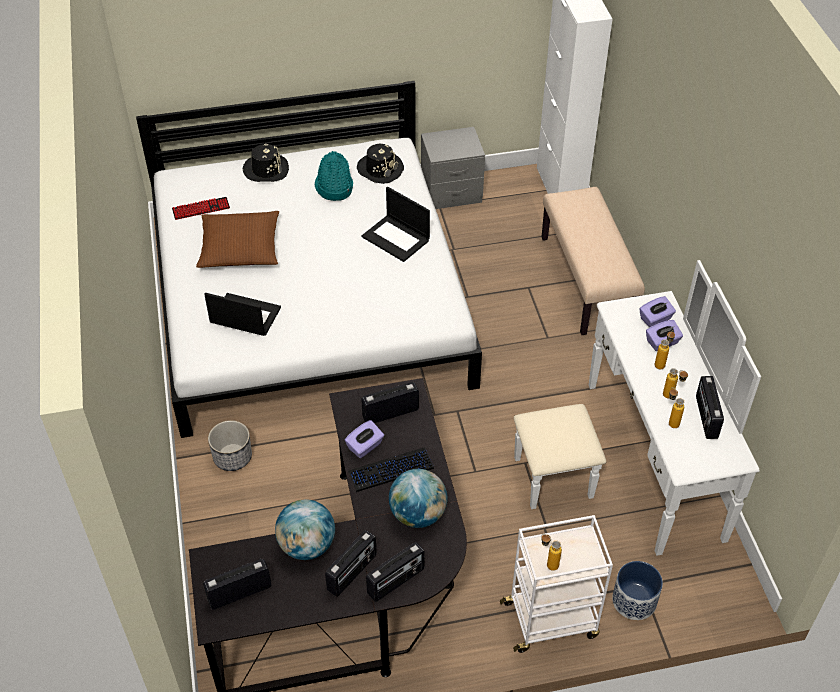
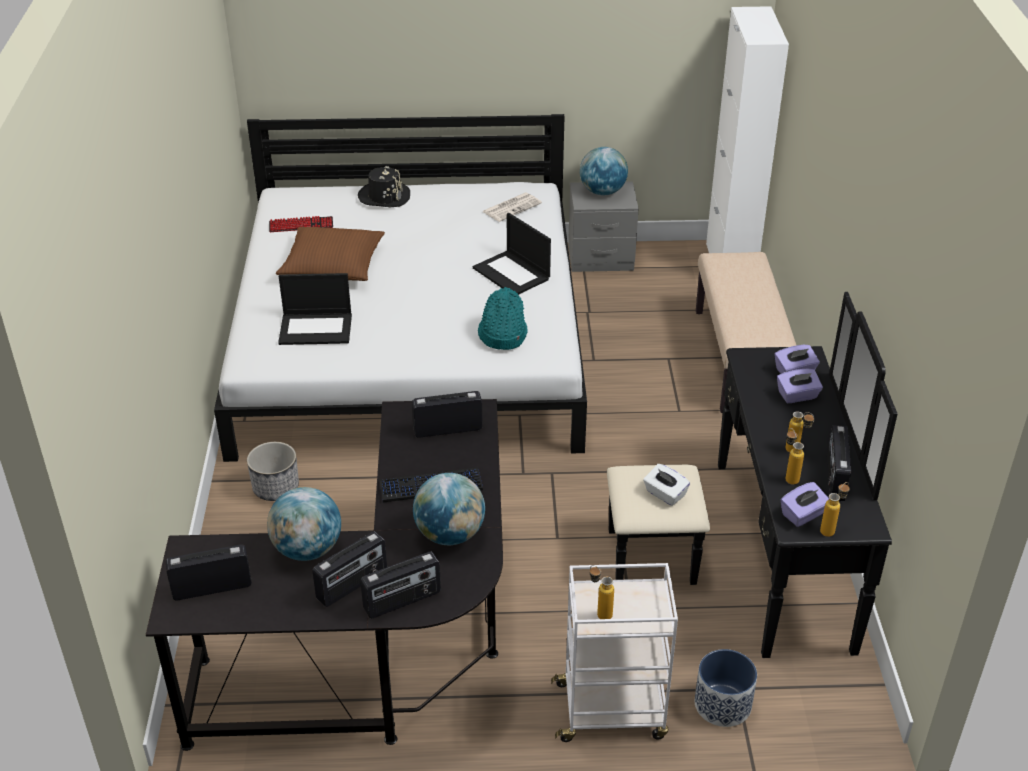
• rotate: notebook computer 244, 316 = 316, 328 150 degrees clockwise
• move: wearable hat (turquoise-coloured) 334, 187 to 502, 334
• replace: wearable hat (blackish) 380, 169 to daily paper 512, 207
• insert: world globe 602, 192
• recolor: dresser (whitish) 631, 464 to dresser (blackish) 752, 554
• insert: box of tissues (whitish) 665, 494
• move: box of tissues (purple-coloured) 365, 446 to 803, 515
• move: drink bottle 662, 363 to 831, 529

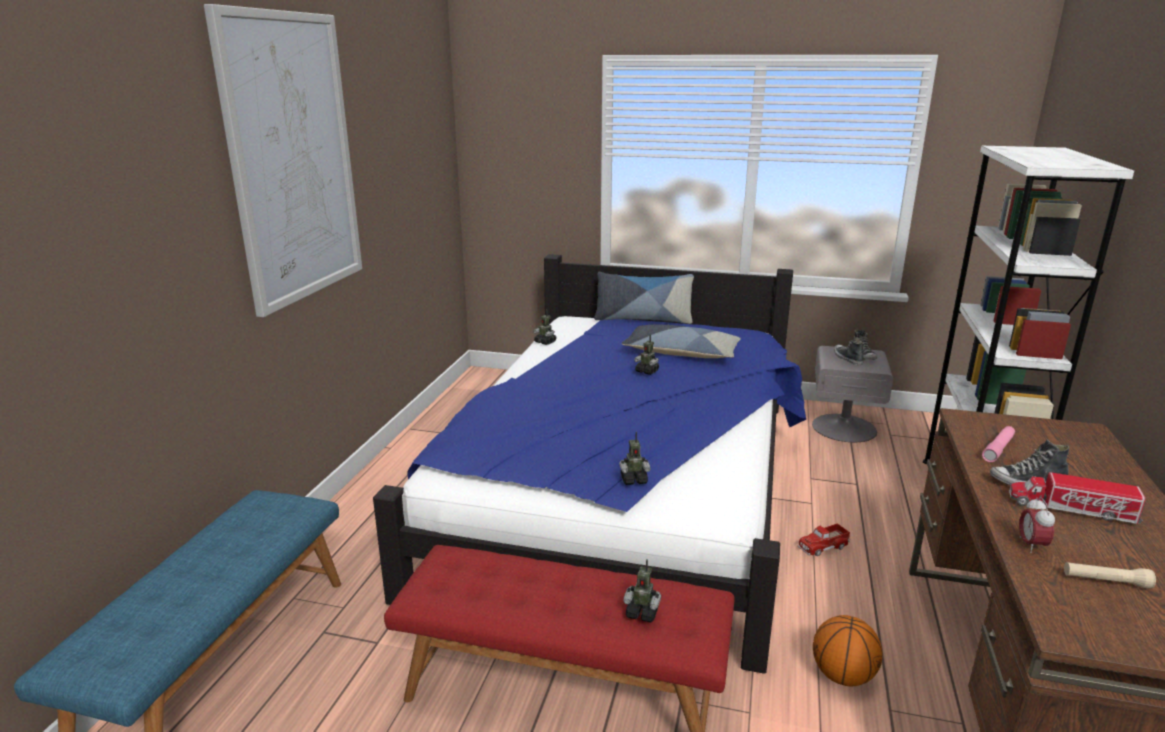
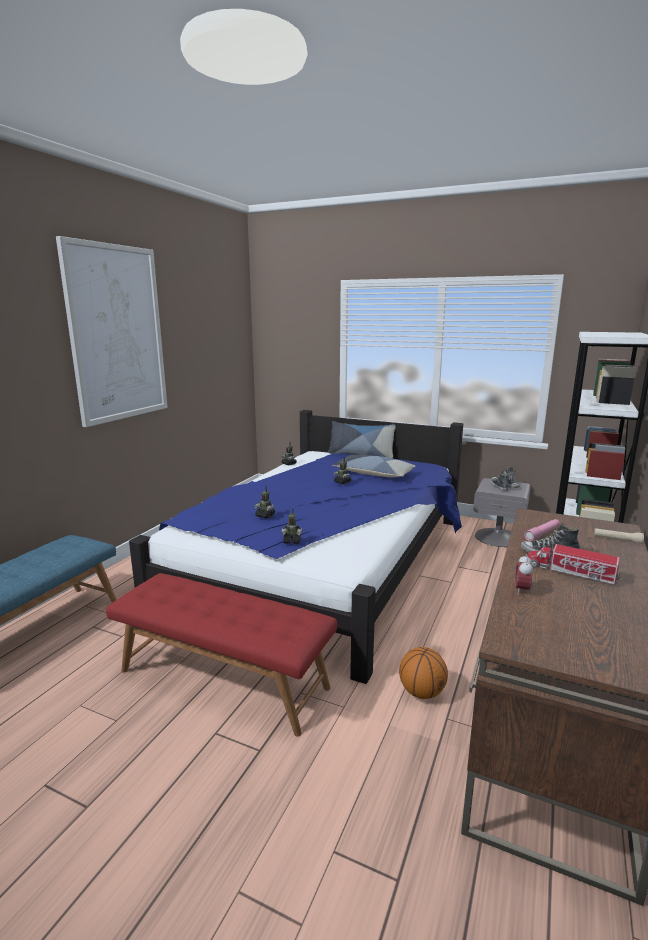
• move: toy robot 642, 612 to 265, 515
• move: flashlight (sand-coloured) 1106, 581 to 617, 539
• delete: toy lorry 823, 546

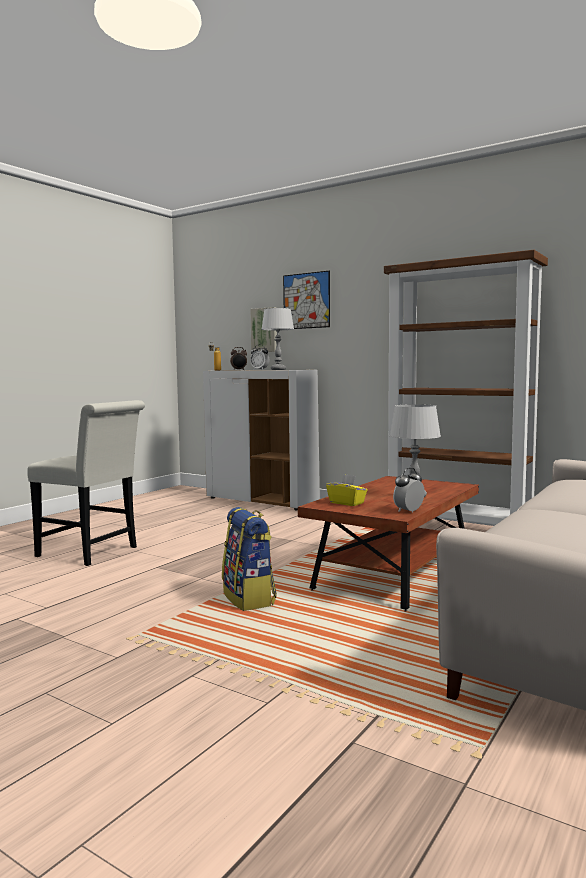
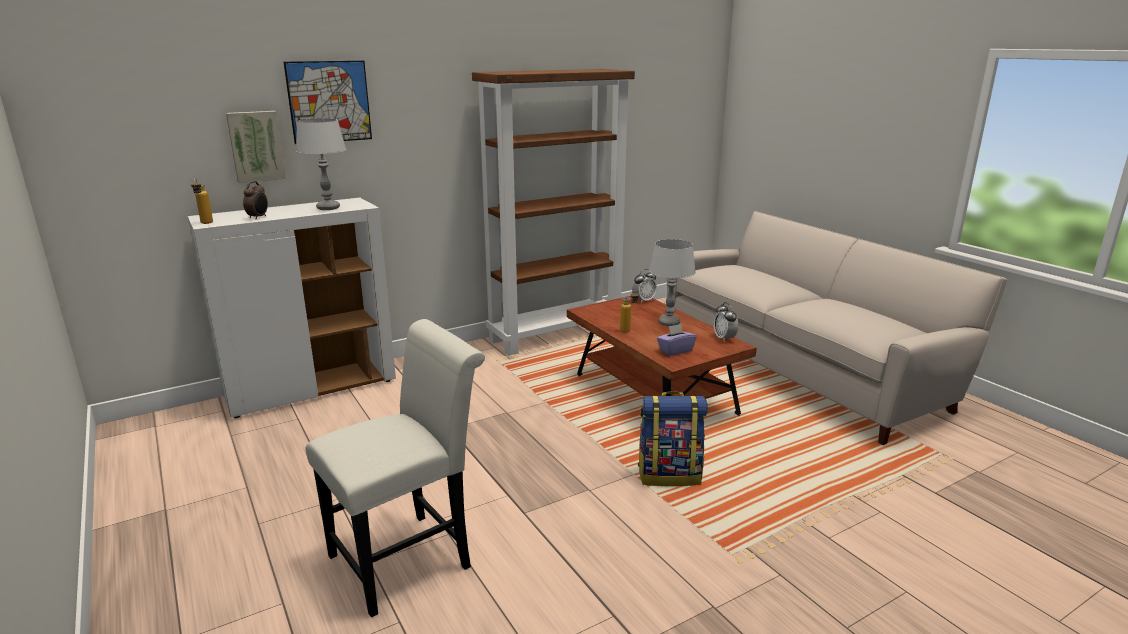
• insert: drink bottle 629, 330
• move: bedside clock 260, 370 to 643, 300
• recolor: box of tissues (yellowish) 347, 503 to box of tissues (purple-coloured) 675, 350

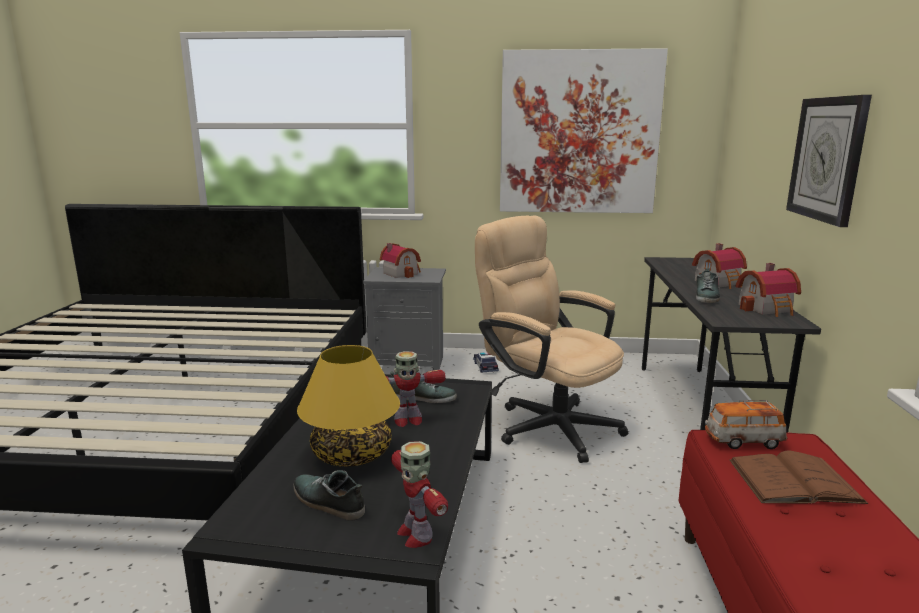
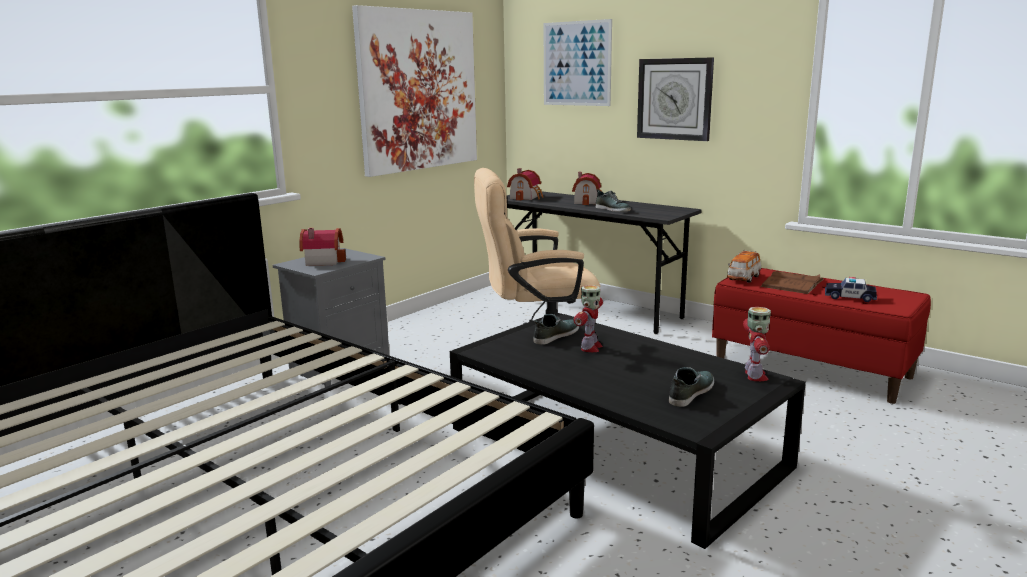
• move: miniature house 768, 309 to 526, 197
• insert: wall art 576, 63
• rotate: low shoe 327, 502 = 690, 392 150 degrees clockwise
• rotate: toy robot 415, 534 = 755, 376 90 degrees counterclockwise
• move: toy car 485, 366 to 849, 297
• delete: table lamp (yellowish) 352, 454

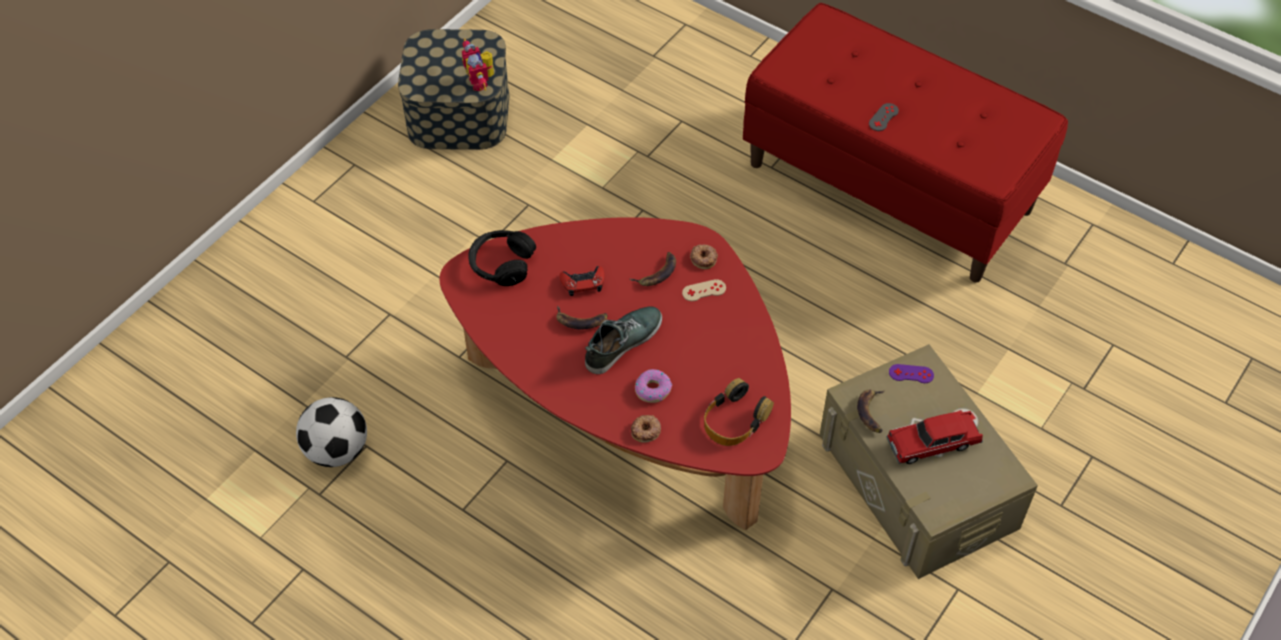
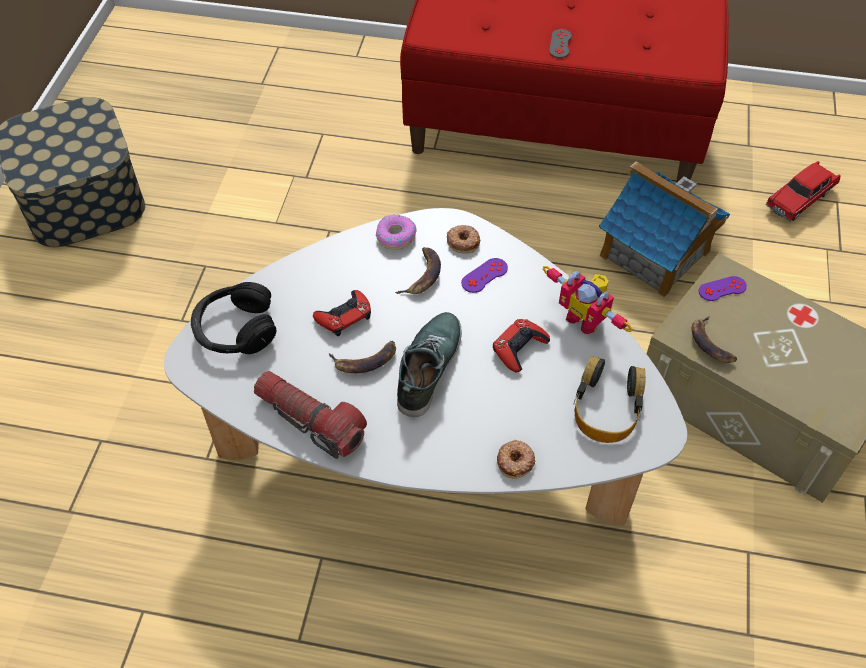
• recolor: low table (red) 630, 408 to low table (whitish) 427, 440
• insert: flashlight 310, 420
• move: ring doughnut 652, 389 to 395, 236
• recolor: gamepad (sand-coloured) 704, 290 to gamepad (purple-coloured) 484, 275
• insert: gamepad (red) 519, 348
• move: toy robot 481, 82 to 585, 318
• insert: miniature house 655, 254
• move: toy car (red) 933, 444 to 800, 199
• delete: ball for football 337, 450

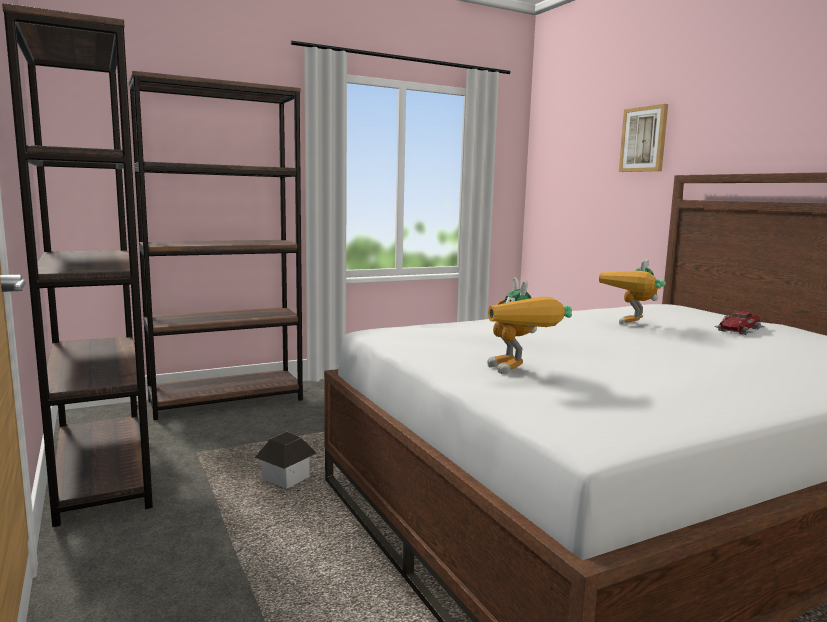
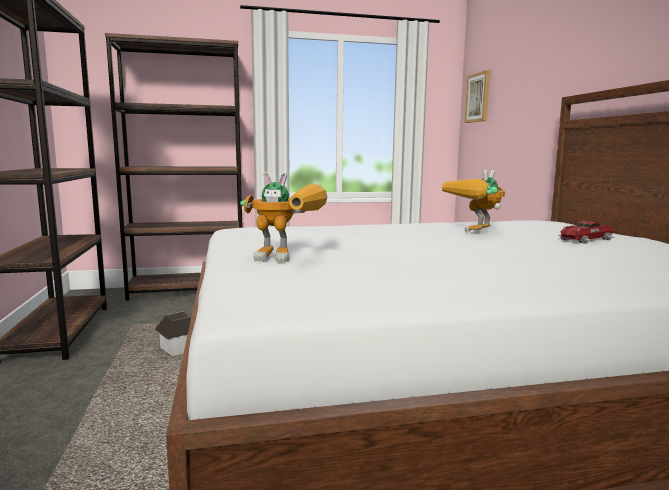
• rotate: toy robot 519, 372 = 289, 258 75 degrees counterclockwise
• move: wall art 644, 139 to 478, 97

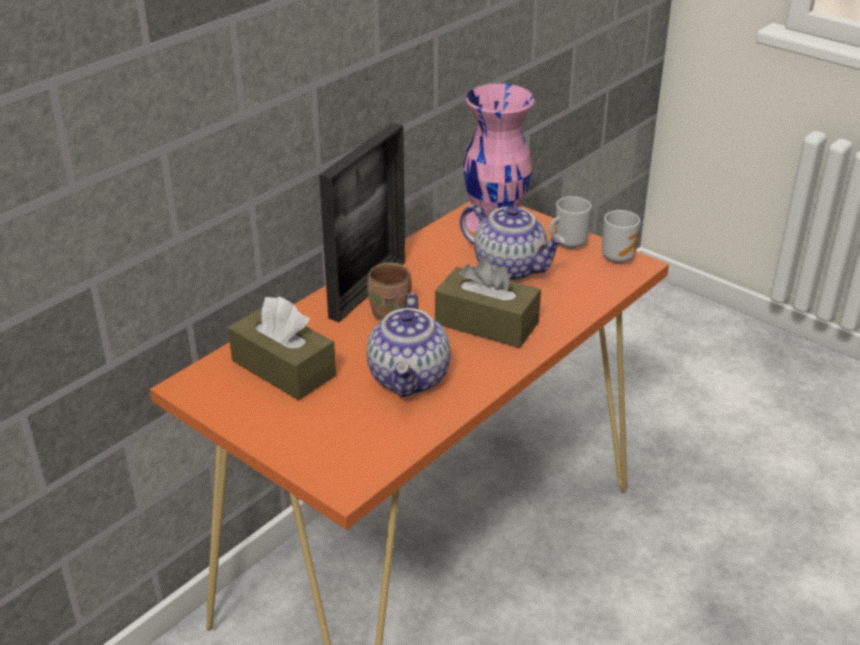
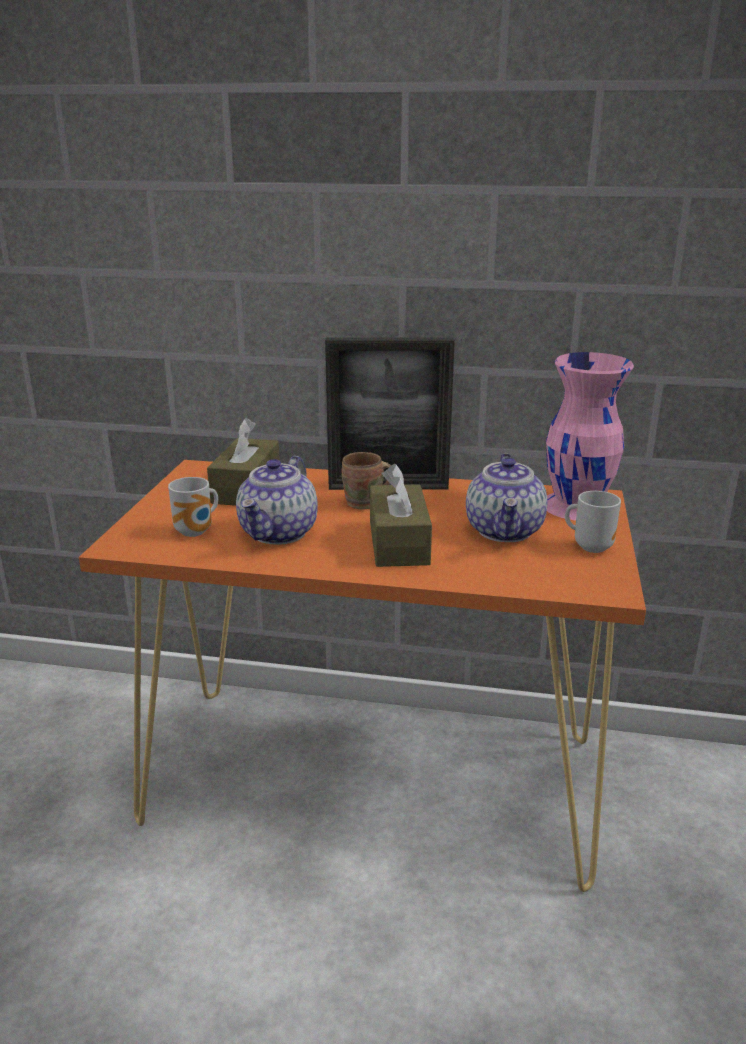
• move: tea mug 618, 257 to 197, 532
• rotate: pot for tea 410, 378 = 279, 533 45 degrees counterclockwise

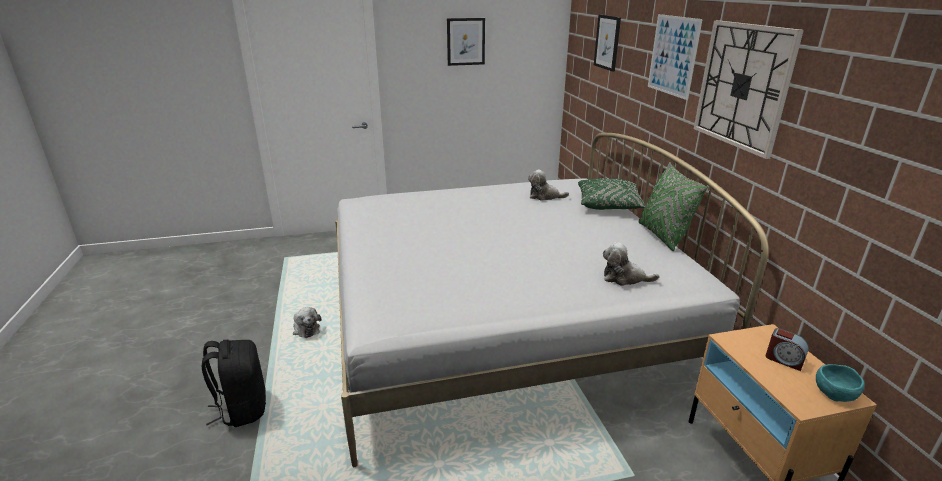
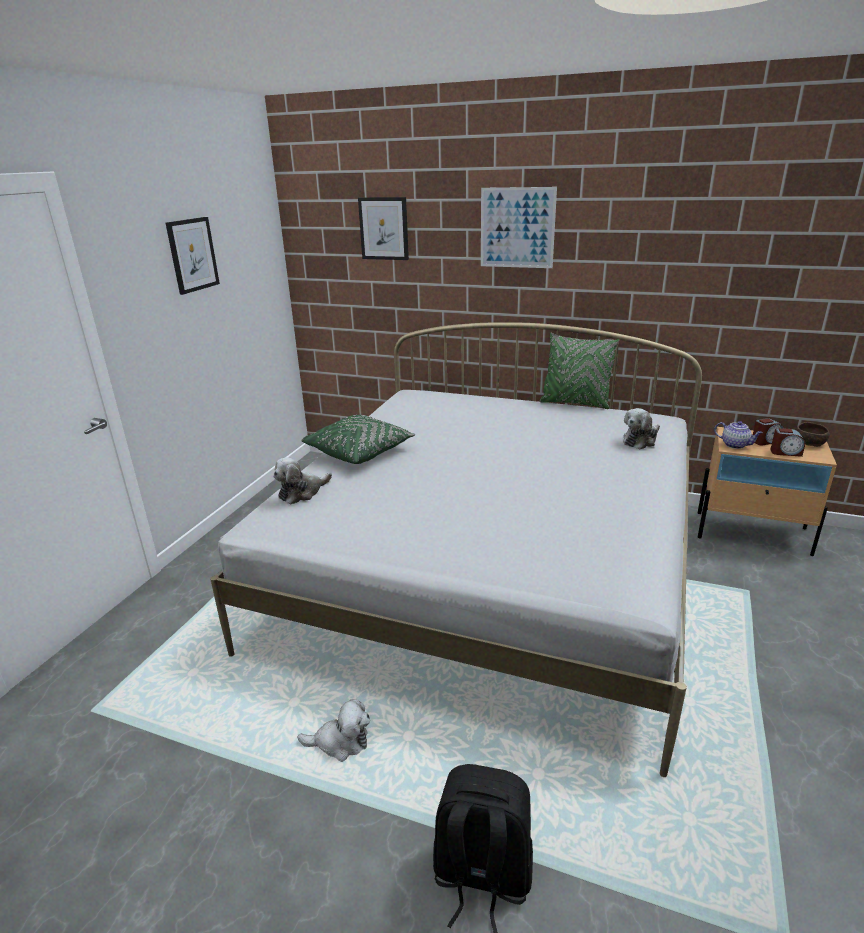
• move: plush toy 544, 196 to 302, 492
• move: cushion (green) 609, 205 to 360, 451
• insert: pot for tea 735, 445
• insert: bedside clock 785, 452
• recolor: deep dish (turquoise-coloured) 834, 393 to deep dish (brown) 810, 443
• delete: clock on the wall 743, 86

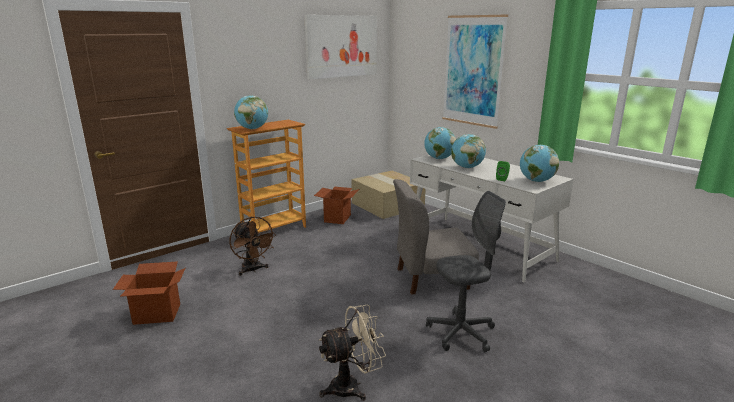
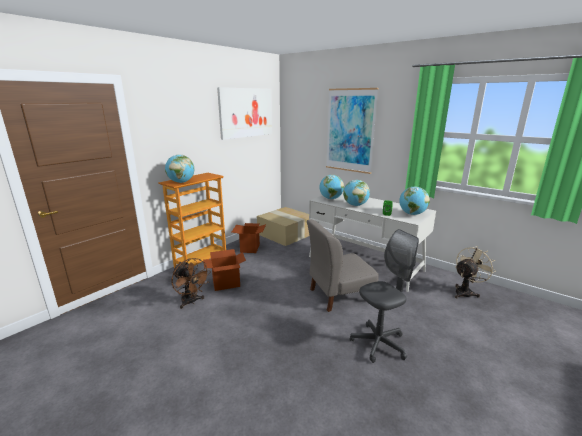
• move: packing box 156, 314 to 226, 283
• move: fan (sand-coloured) 352, 386 to 466, 292

